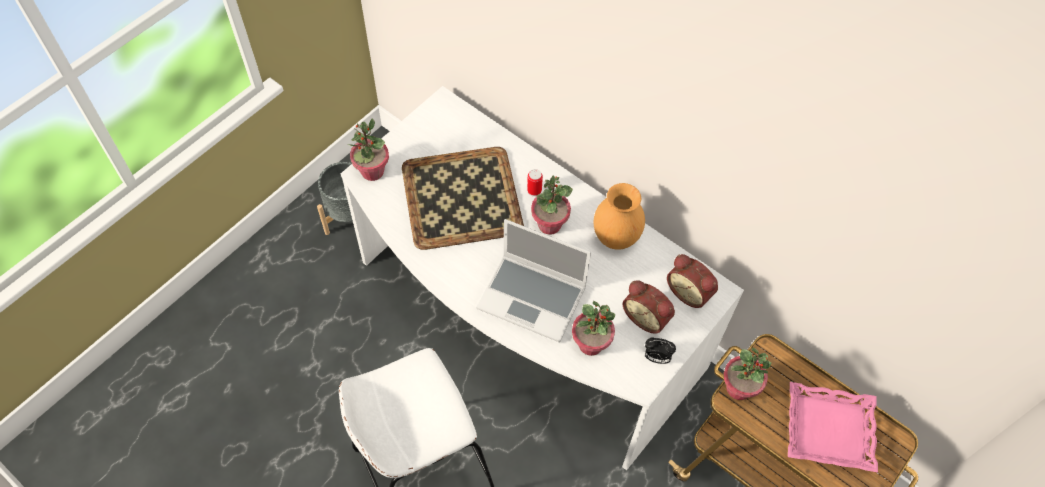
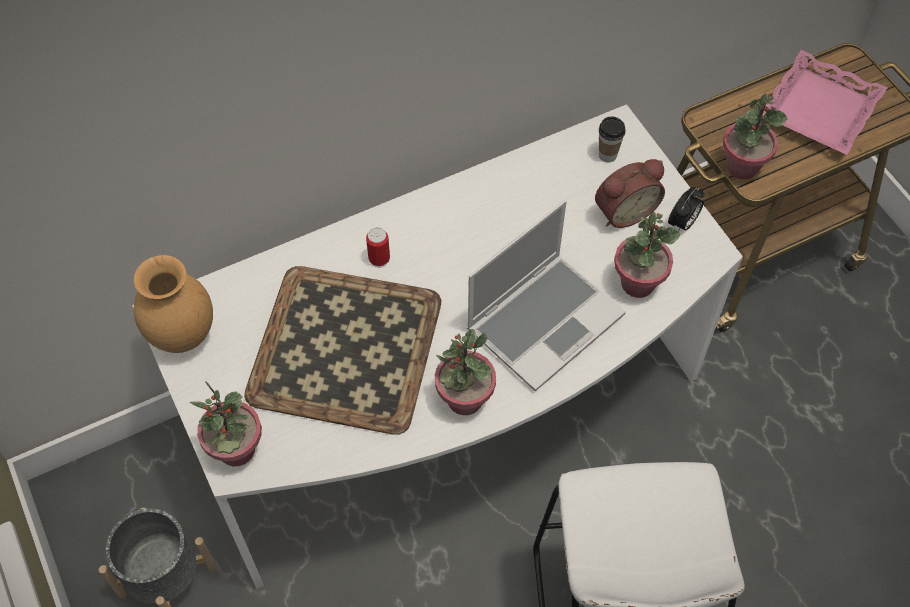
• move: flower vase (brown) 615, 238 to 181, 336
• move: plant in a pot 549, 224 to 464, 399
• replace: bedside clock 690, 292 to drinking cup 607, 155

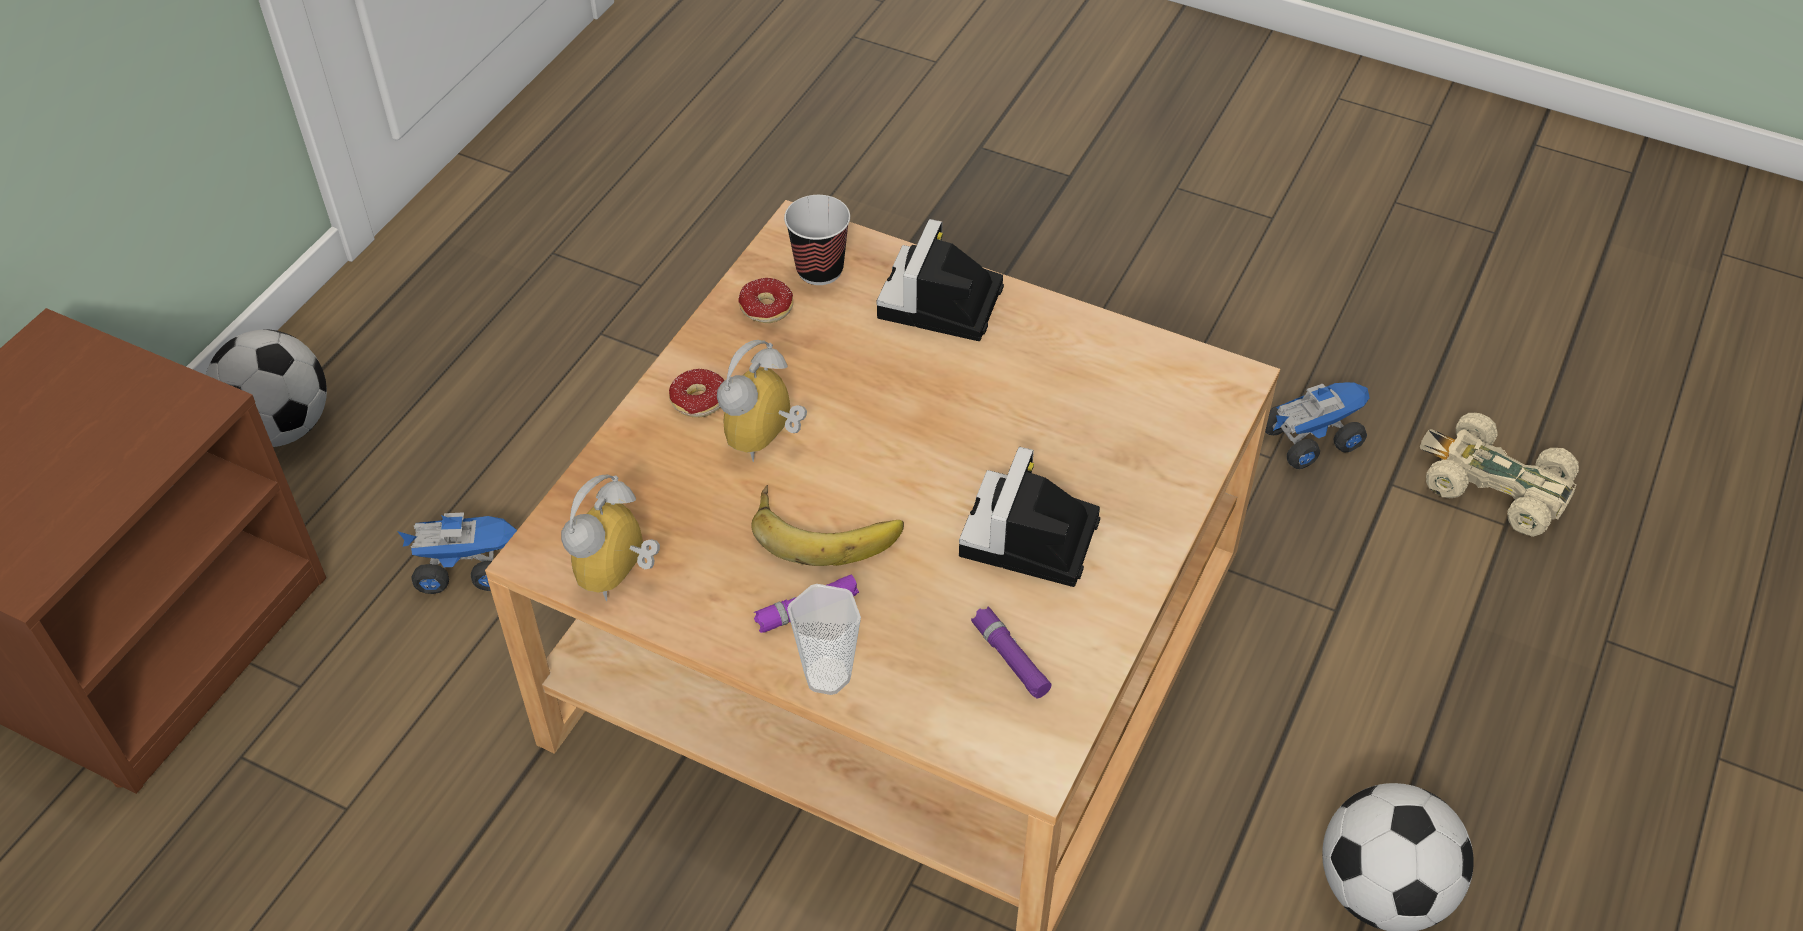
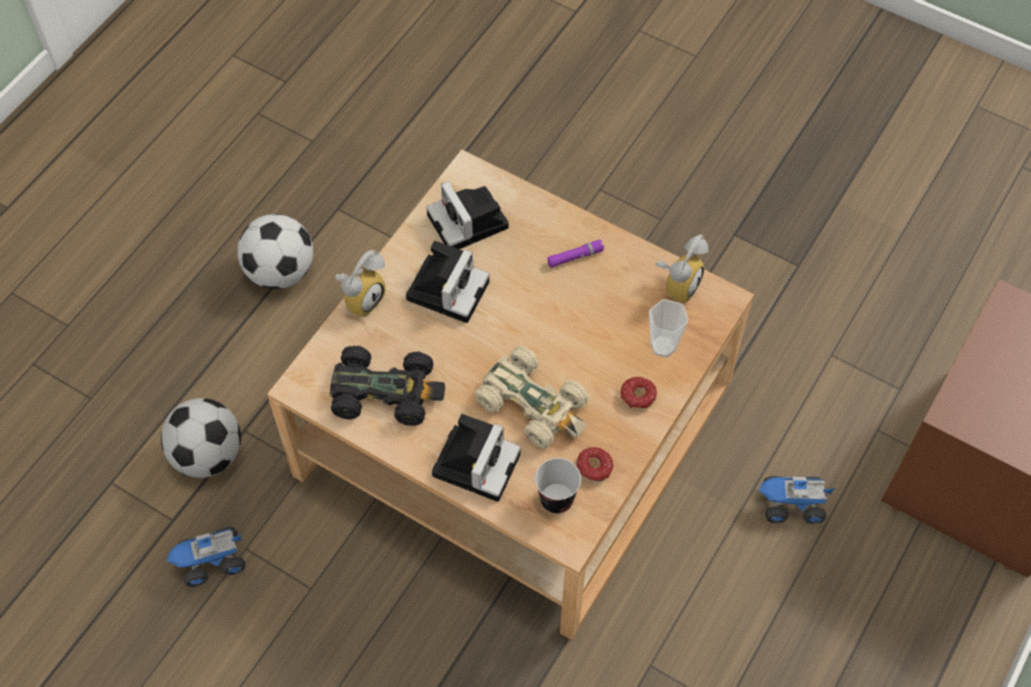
• move: ball for football 281, 427 to 208, 456
• insert: toy car (blackish) 386, 392
• move: bedside clock 767, 441 to 362, 297
• replace: flashlight (purple-coloured) 1010, 658 to photo camera 470, 223
• move: toy car (sand-coloured) 1494, 485 to 533, 404
• move: drinking cup 827, 675 to 663, 346
• delete: banana fruit 826, 528

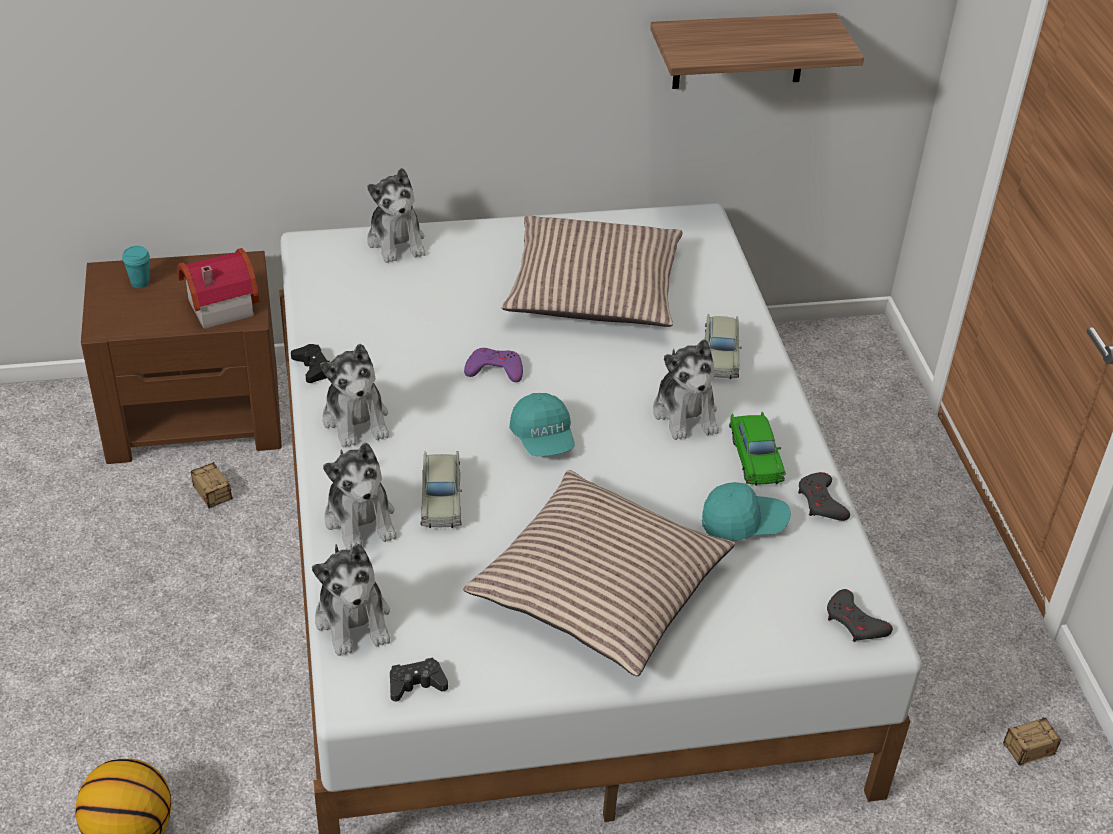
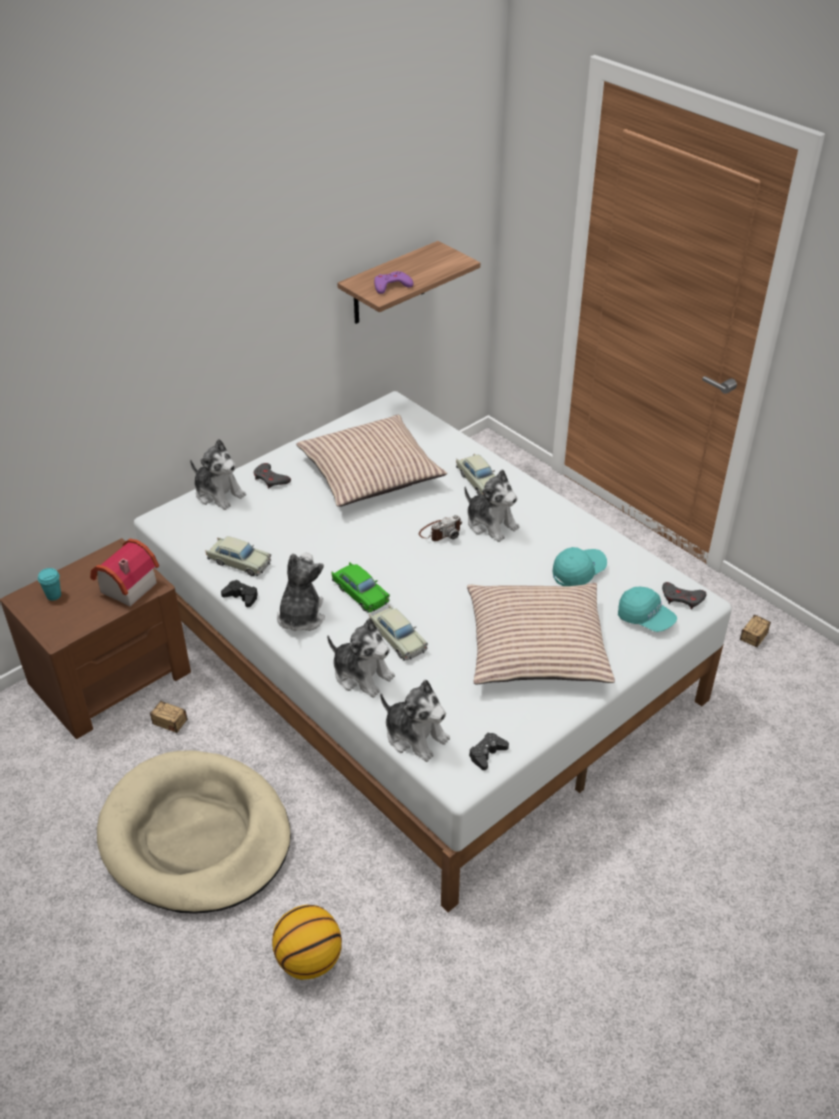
• insert: pet bed (sand-coloured) 196, 836
• insert: toy car (sand-coloured) 239, 562
• move: gamepad (grey) 821, 502 to 271, 479
• rotate: plush toy 356, 420 = 301, 616 120 degrees counterclockwise
• move: toy car (green) 755, 457 to 360, 593
• move: gamepad (purple-coloured) 494, 369 to 391, 286
• insert: photo camera 440, 532
• move: cap (turquoise-coloured) 543, 439 to 645, 618

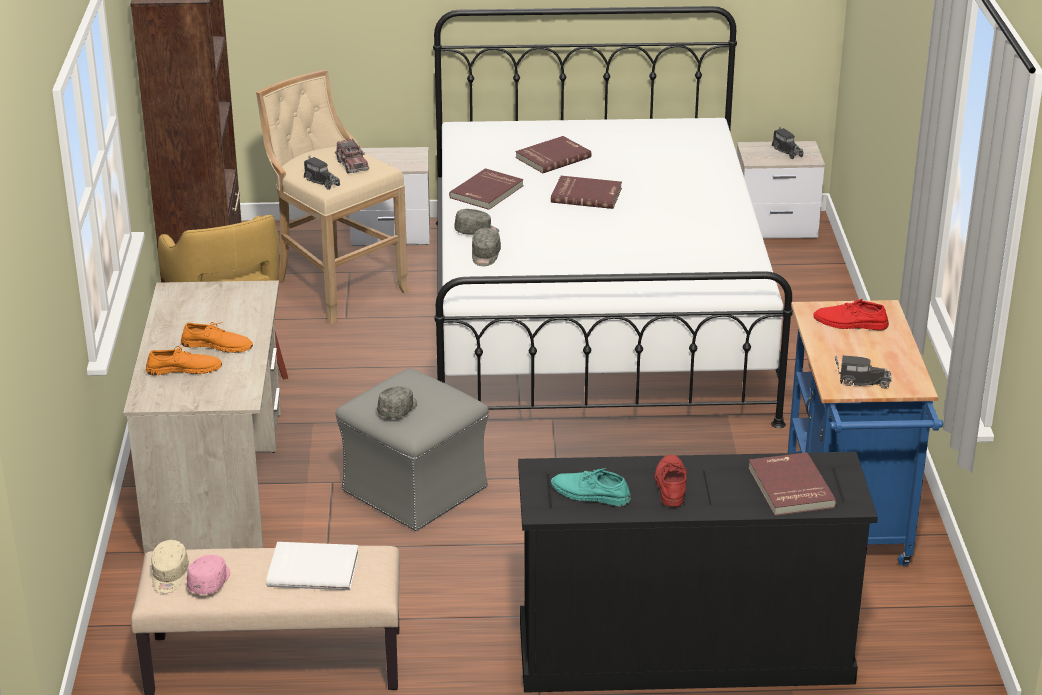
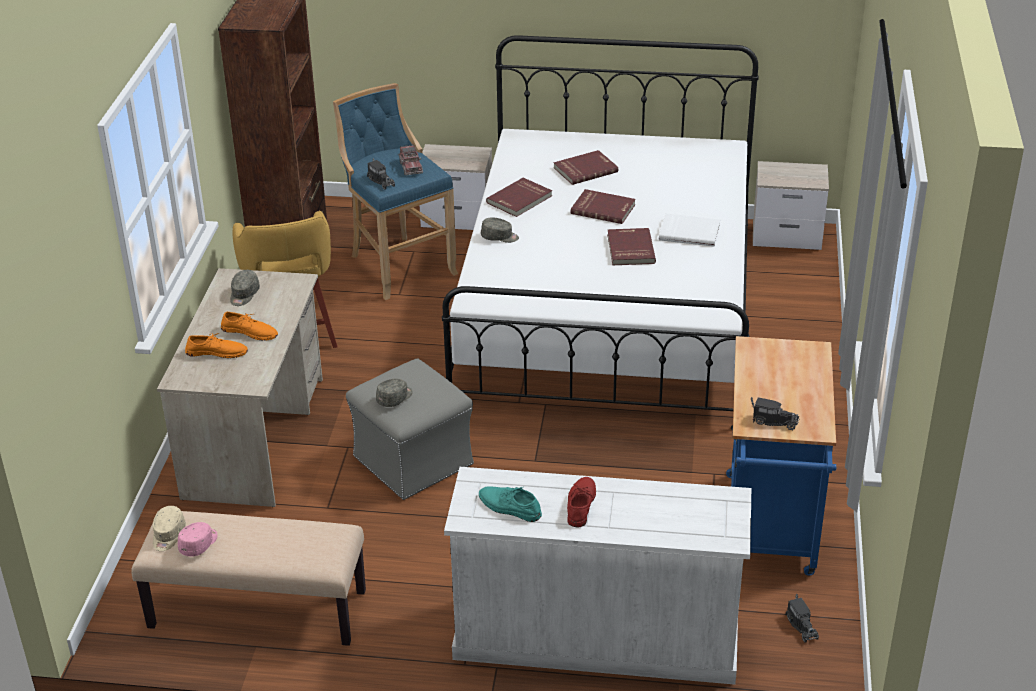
• move: cap (grey) 485, 255 to 244, 295
• recolor: stool (sand-coloured) 335, 287 to stool (bluish) 398, 265
• recolor: dresser (blackish) 682, 653 to dresser (whitish) 594, 638
• move: bound book (red) 789, 487 to 629, 249
• move: bound book (whitish) 313, 568 to 689, 232
• move: toy lorry 786, 151 to 801, 625
• delete: low shoe (red) 850, 323

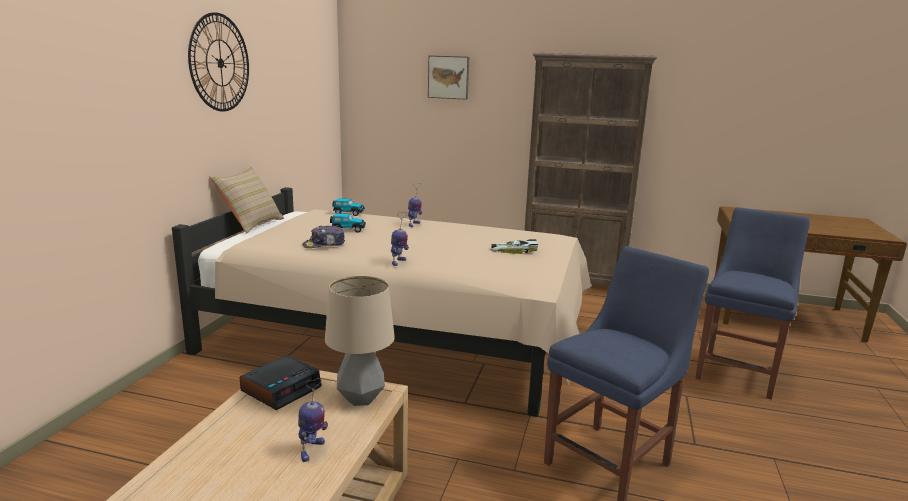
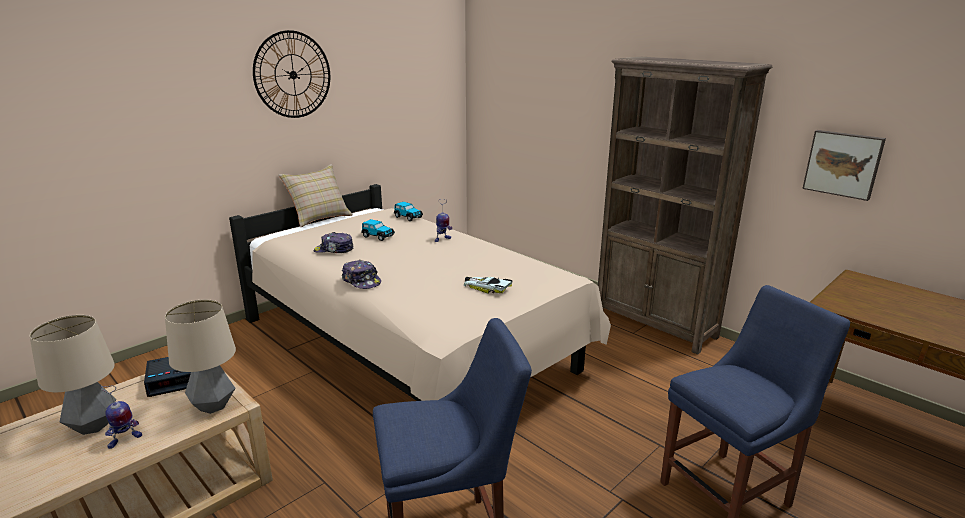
• insert: table lamp 93, 426
• replace: toy robot 398, 262 to cap 361, 281
• move: wall art 449, 77 to 843, 164

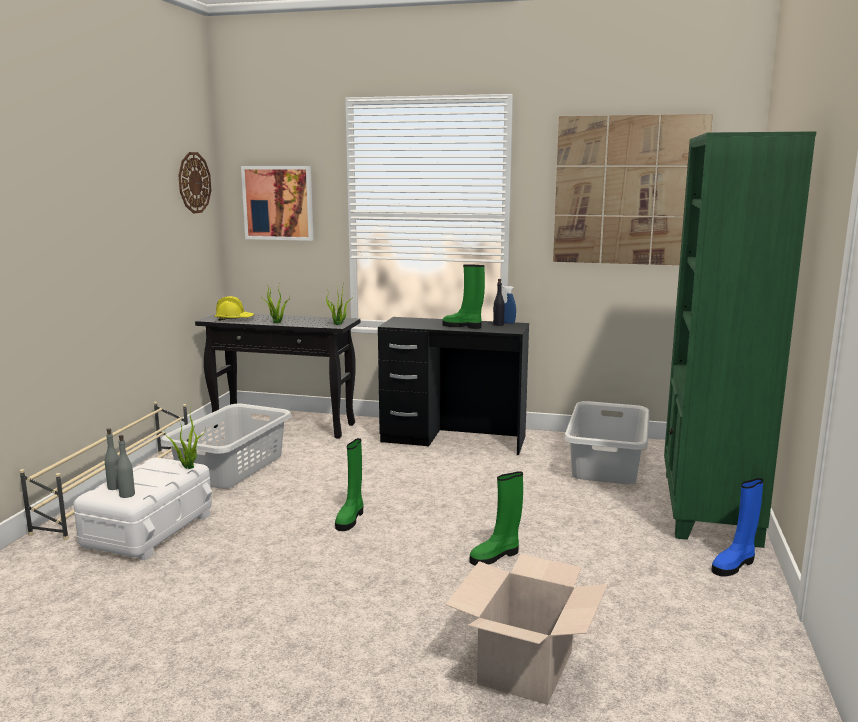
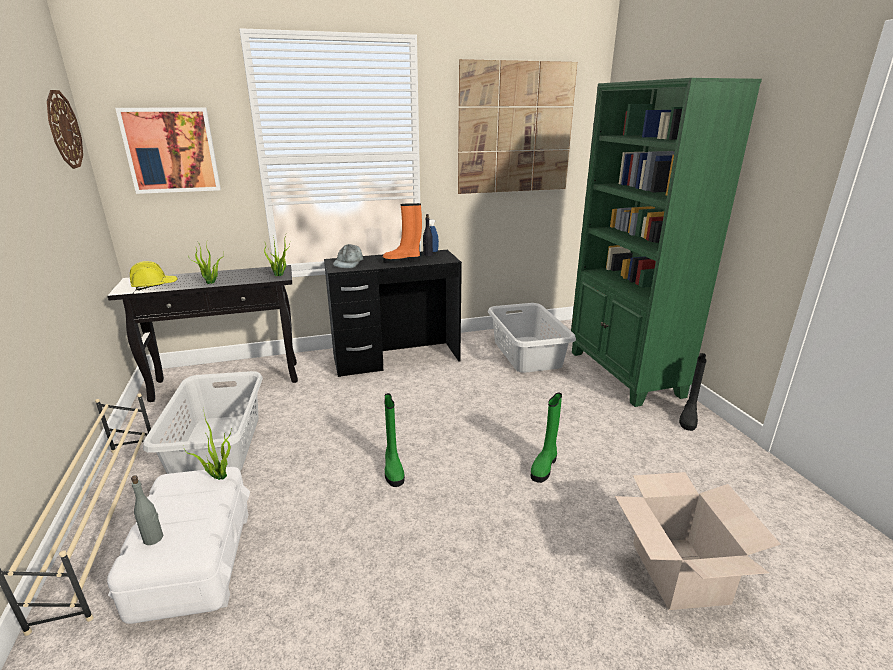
• insert: cap (grey) 348, 262
• recolor: boot (green) 463, 326 to boot (orange) 402, 261
• recolor: boot (bluish) 734, 565 to boot (blackish) 688, 418
• delete: drink bottle (grey) 127, 495

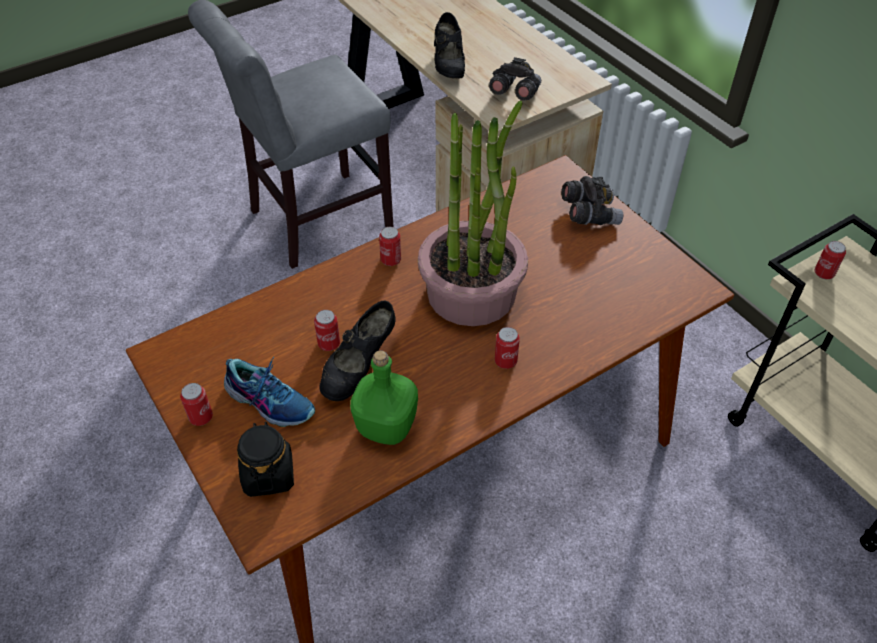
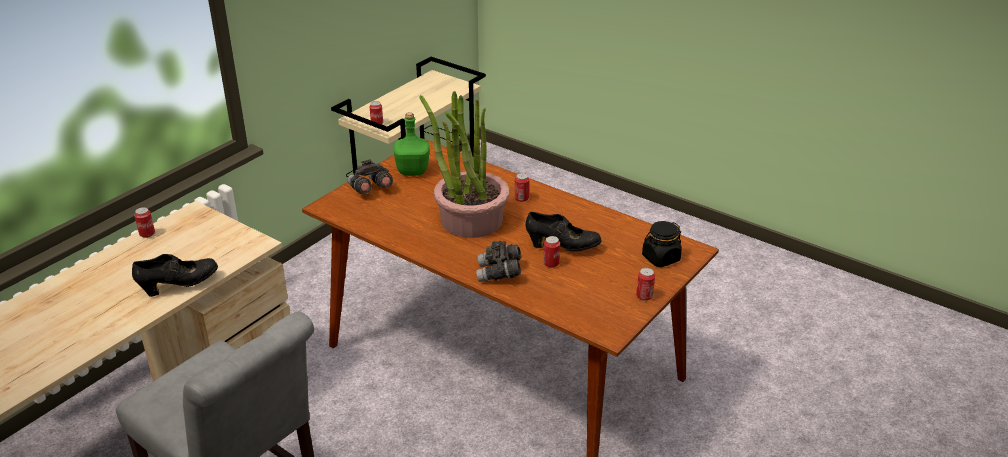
• move: metal can 391, 260 to 147, 234
• move: drink bottle (green) 386, 425 to 412, 171
• move: pair of binoculars (grey) 514, 94 to 499, 274
• delete: low shoe 270, 401

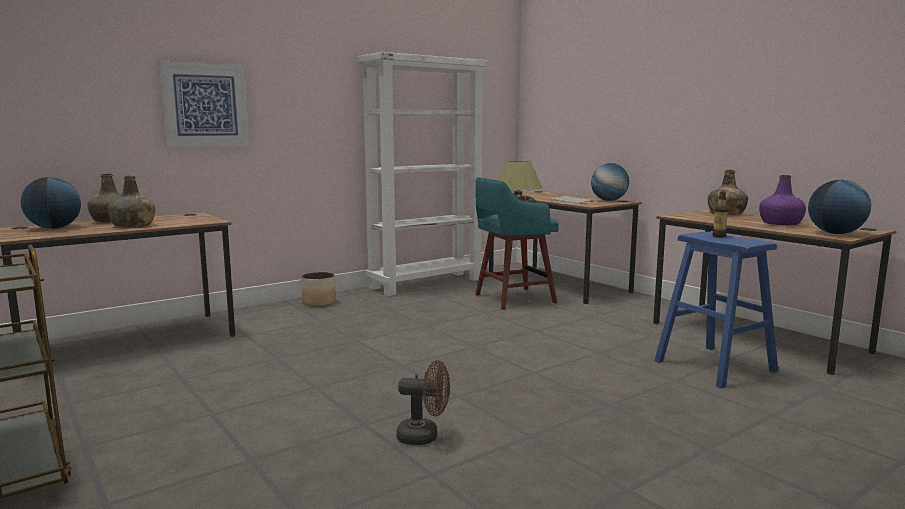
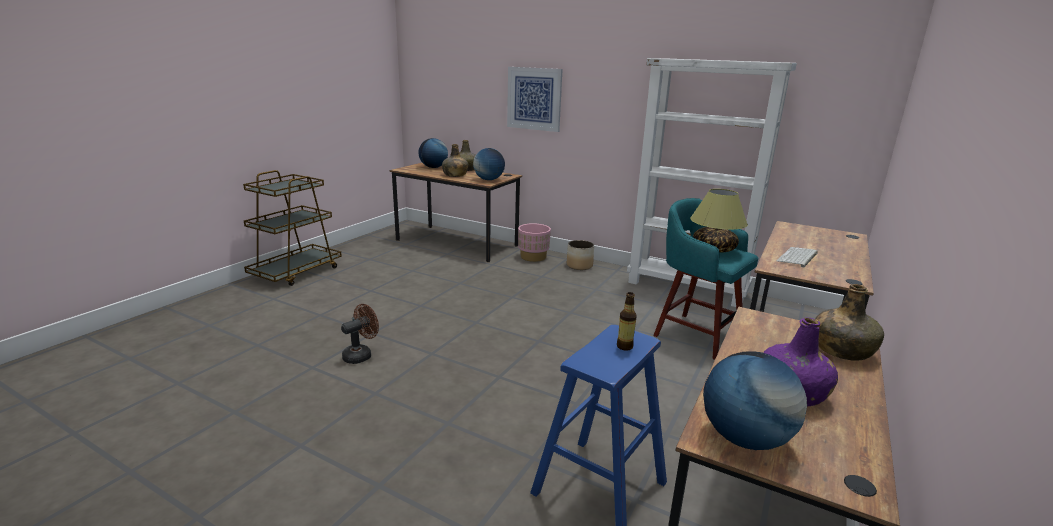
• rotate: fan (brown) 424, 437 = 361, 355 120 degrees counterclockwise
• move: world globe 609, 200 to 489, 180
• insert: planter (pink-coloured) 533, 257

